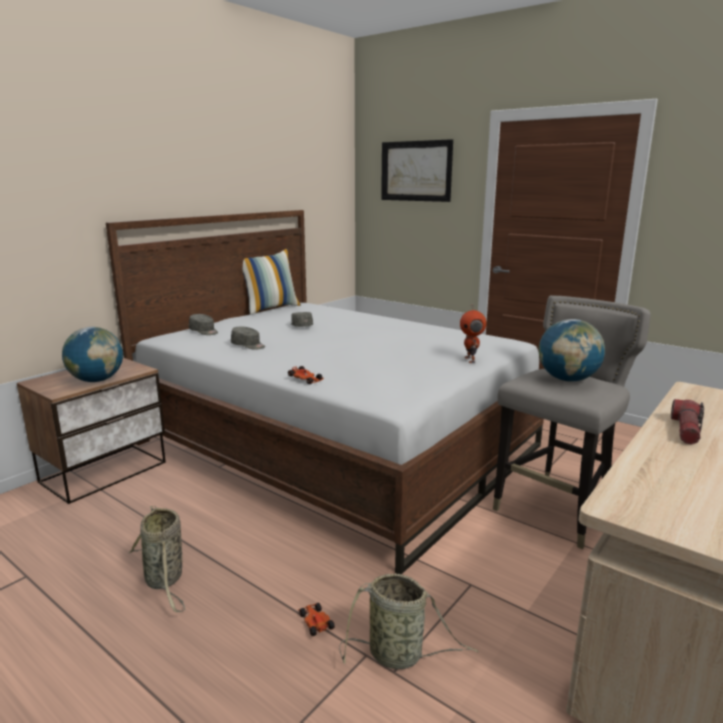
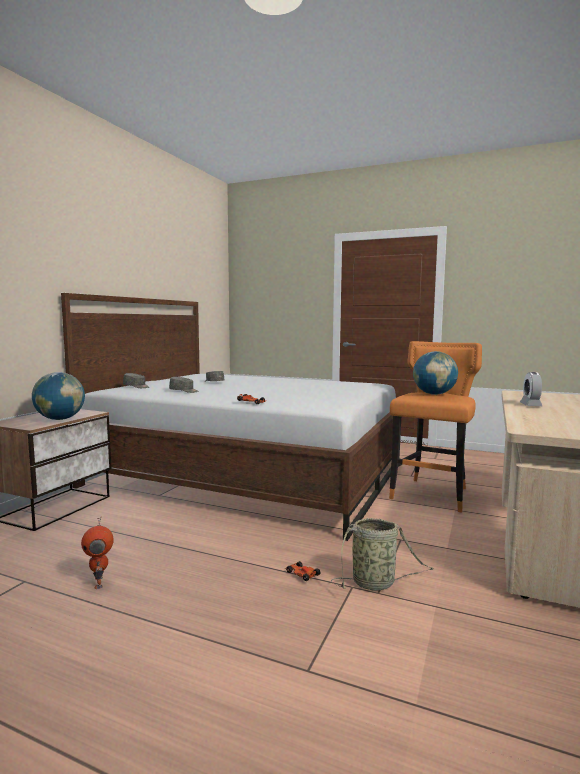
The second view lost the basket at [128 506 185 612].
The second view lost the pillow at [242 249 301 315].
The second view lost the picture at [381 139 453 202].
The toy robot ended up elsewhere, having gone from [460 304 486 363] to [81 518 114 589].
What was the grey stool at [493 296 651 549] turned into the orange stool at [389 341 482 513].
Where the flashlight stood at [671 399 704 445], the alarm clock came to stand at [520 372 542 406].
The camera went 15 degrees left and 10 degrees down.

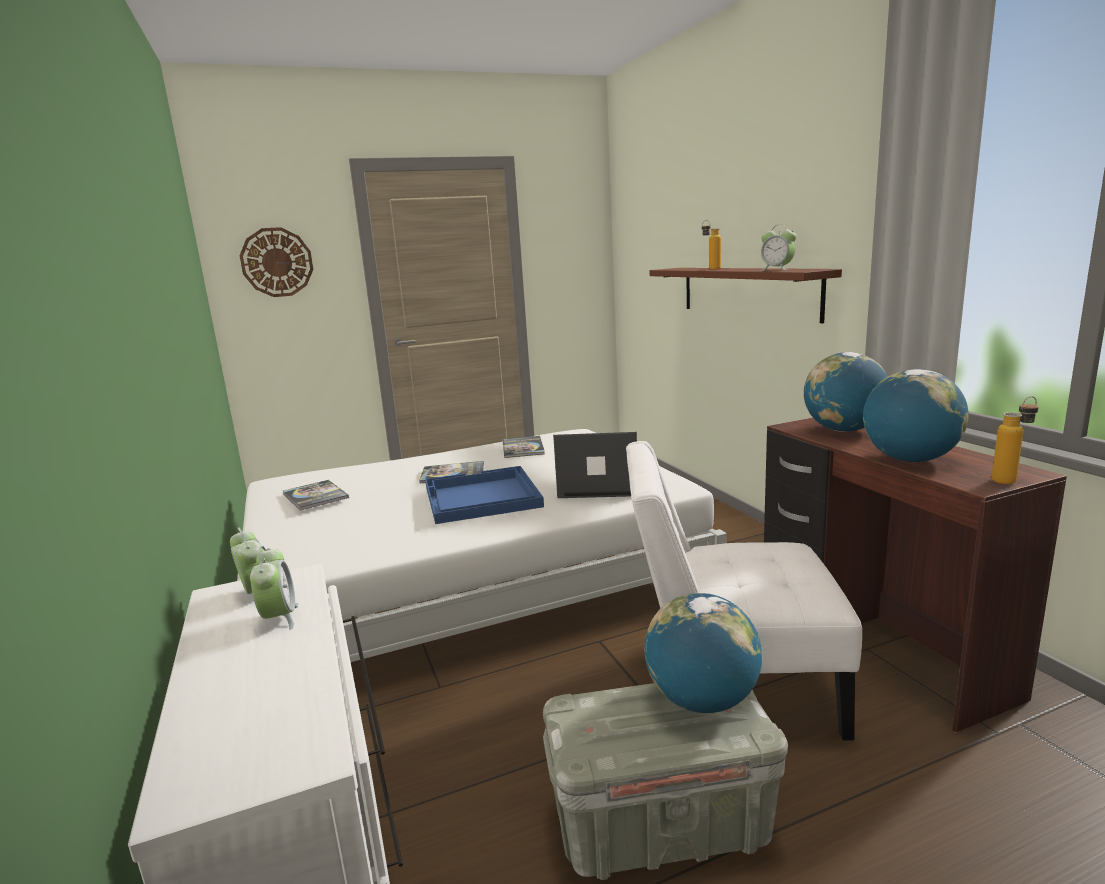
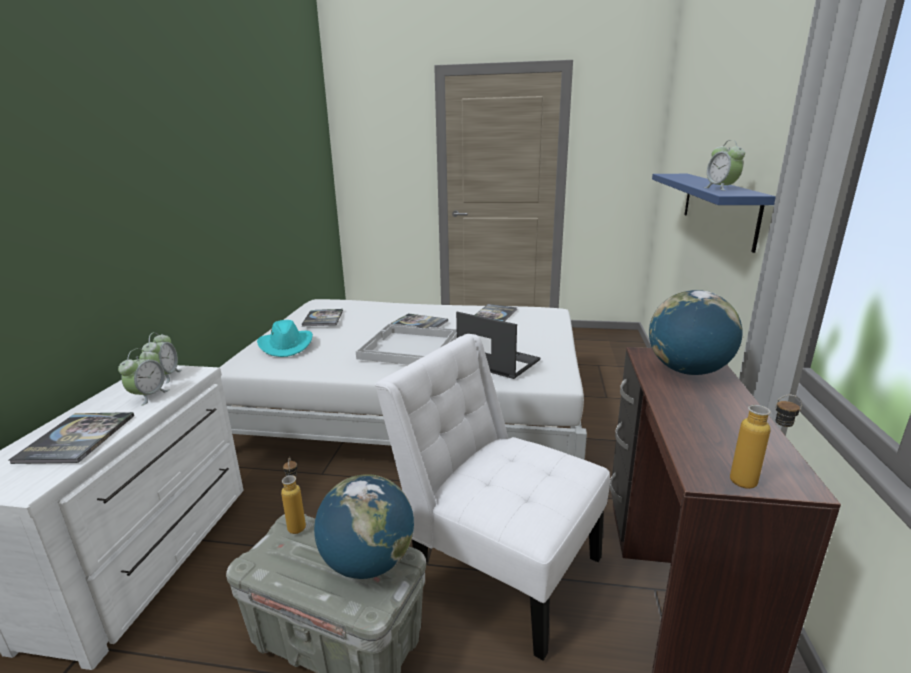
The second view lost the wall clock at [239 227 313 297].
What was the blue tray at [425 466 544 524] turned into the white tray at [356 324 457 365].
What was the brown shelf at [649 268 842 323] turned into the blue shelf at [652 174 776 253].
The bottle ended up elsewhere, having gone from [702 220 721 270] to [281 457 306 534].
The second view lost the globe at [863 369 969 462].
The second view gained the book at [9 412 134 464].
The second view gained the turquoise hat at [257 320 313 357].
The camera went 30 degrees right and 5 degrees up.

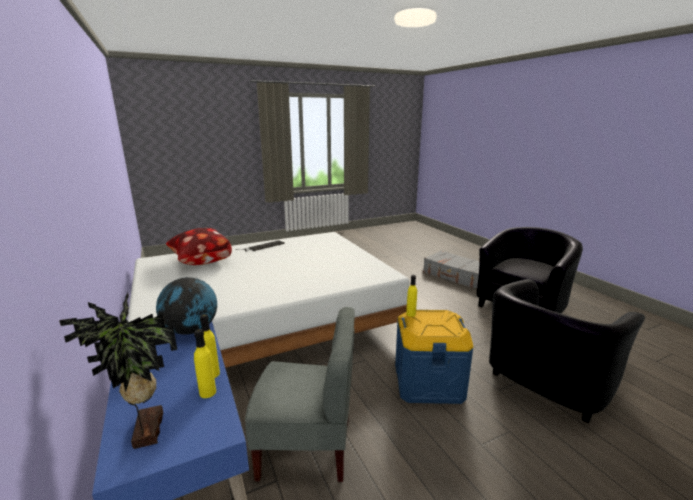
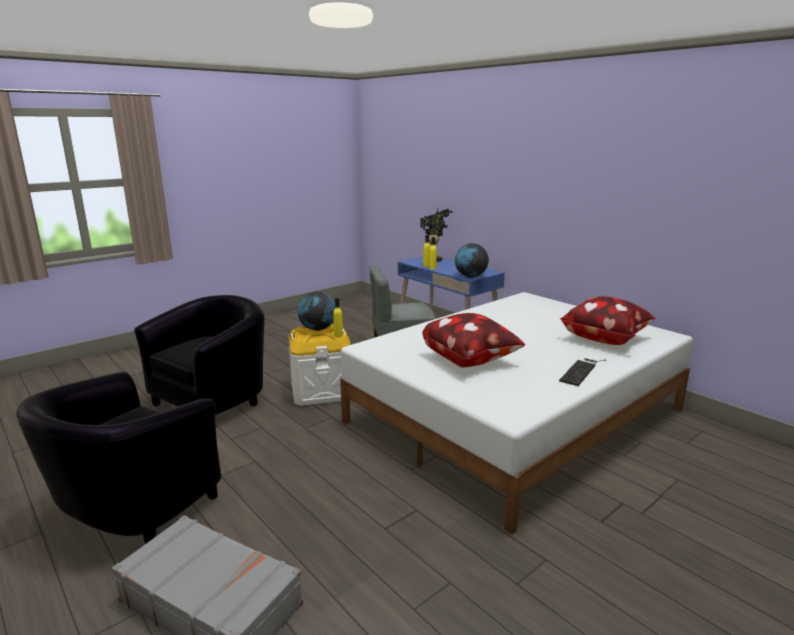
What was the blue storage box at [395 310 474 404] turned into the white storage box at [288 324 351 406].
The second view gained the globe at [297 292 335 331].
The second view gained the pillow at [422 313 525 367].
The camera went 165 degrees right and 0 degrees up.

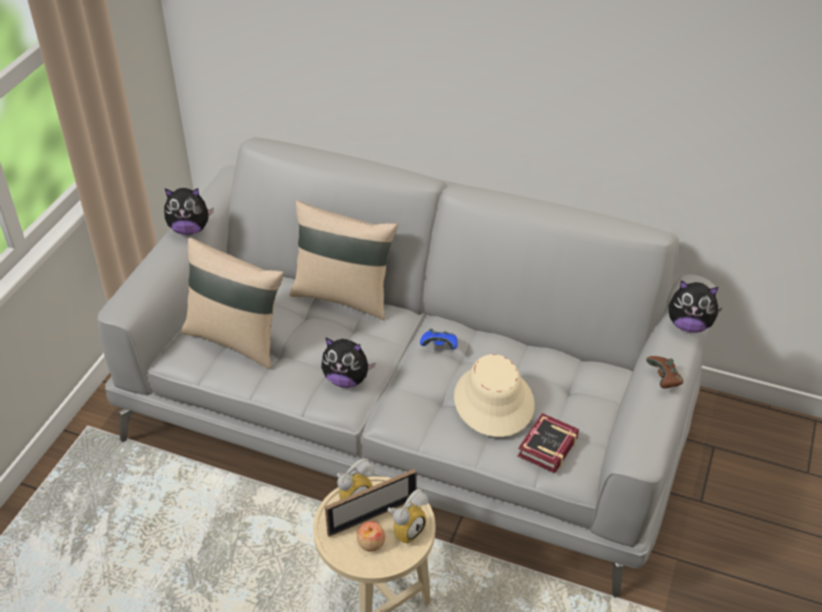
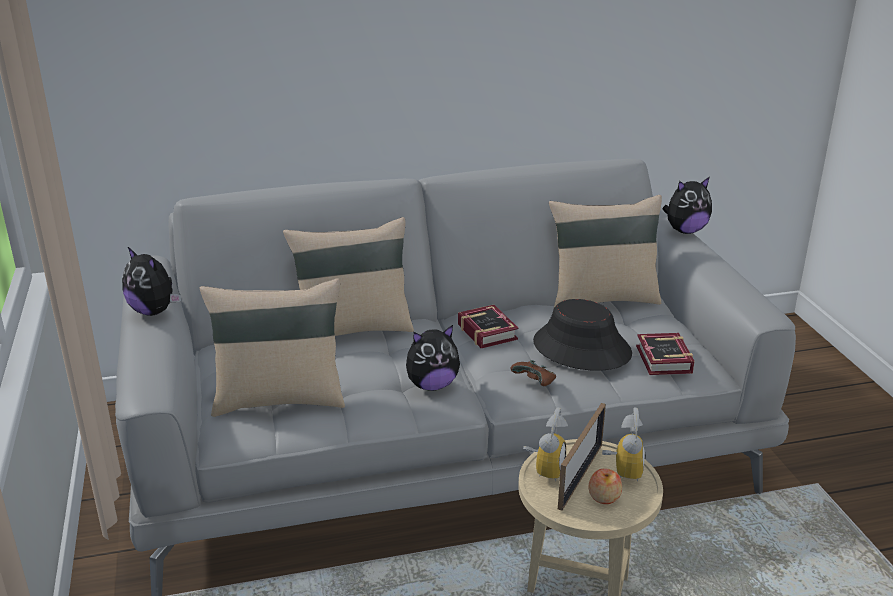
The plush toy at [164 188 214 235] ended up facing another way, 75 degrees clockwise from before.
Where the blue game controller stood at [420 329 458 350], the book came to stand at [458 305 518 348].
What was the beige hat at [454 354 535 437] turned into the black hat at [533 299 632 371].
The brown game controller ended up elsewhere, having gone from [646 356 683 388] to [511 360 556 386].
The second view gained the beige pillow at [549 195 662 310].
The camera went 35 degrees left and 15 degrees down.

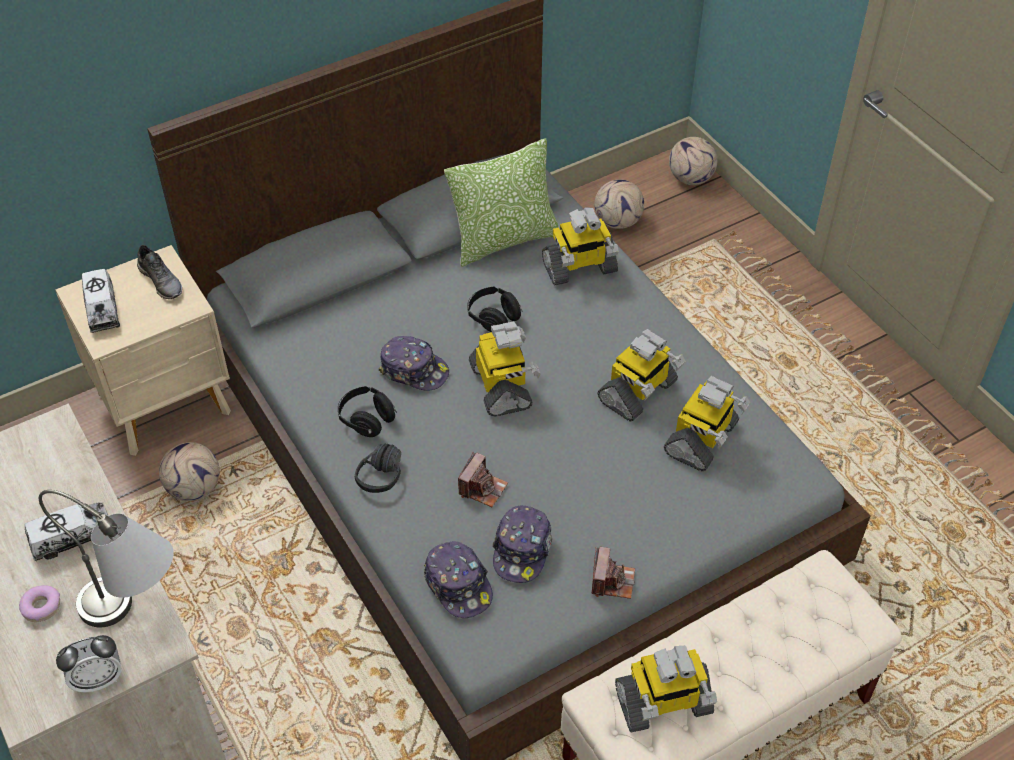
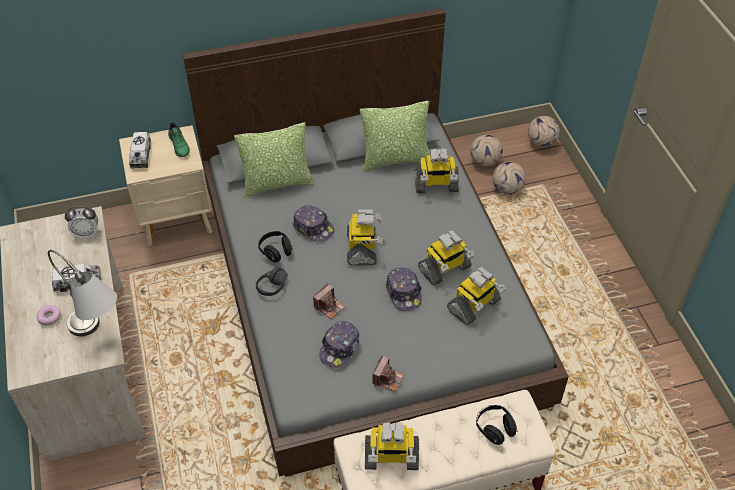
The alarm clock ended up elsewhere, having gone from [56 635 122 693] to [65 206 98 238].
What was the grey shoe at [137 245 182 299] turned into the green shoe at [168 122 190 157].
The football ended up elsewhere, having gone from [159 442 220 501] to [492 162 526 195].
The cap ended up elsewhere, having gone from [424 541 493 618] to [386 268 422 311].
The black headphones ended up elsewhere, having gone from [467 287 523 332] to [476 405 518 445].
The second view gained the pillow at [234 122 314 197].
The camera went 15 degrees right and 0 degrees up.

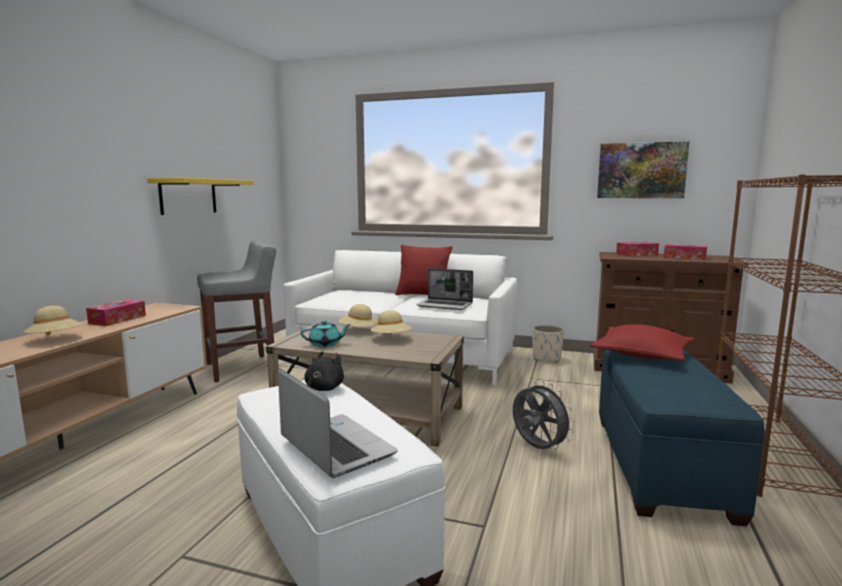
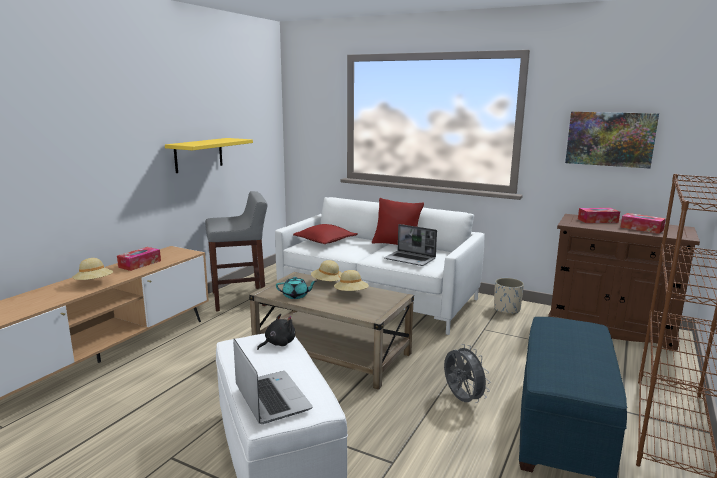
The red pillow ended up elsewhere, having gone from [590 324 694 361] to [293 224 358 244].
The camera went 10 degrees right and 5 degrees up.

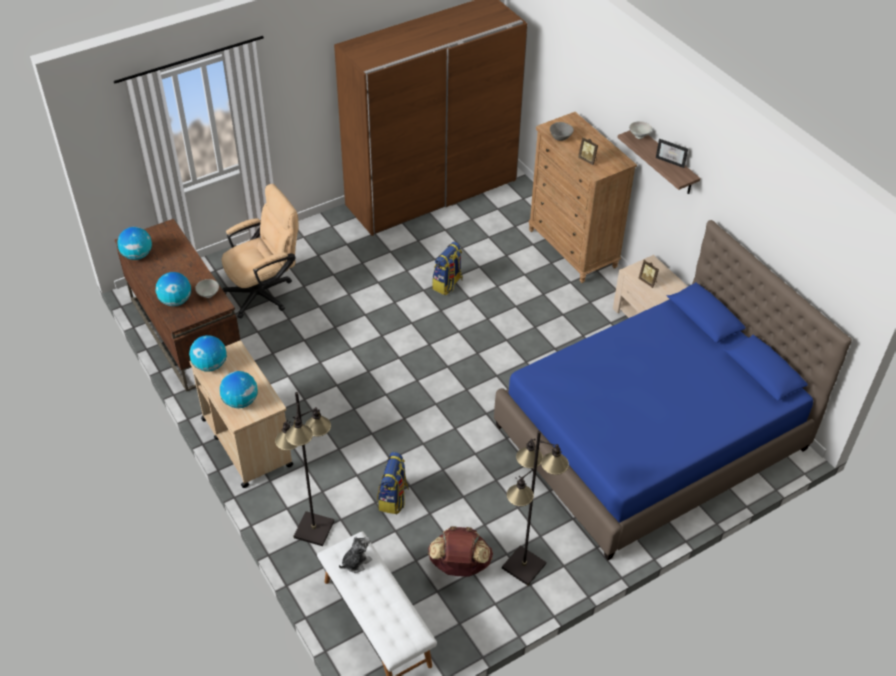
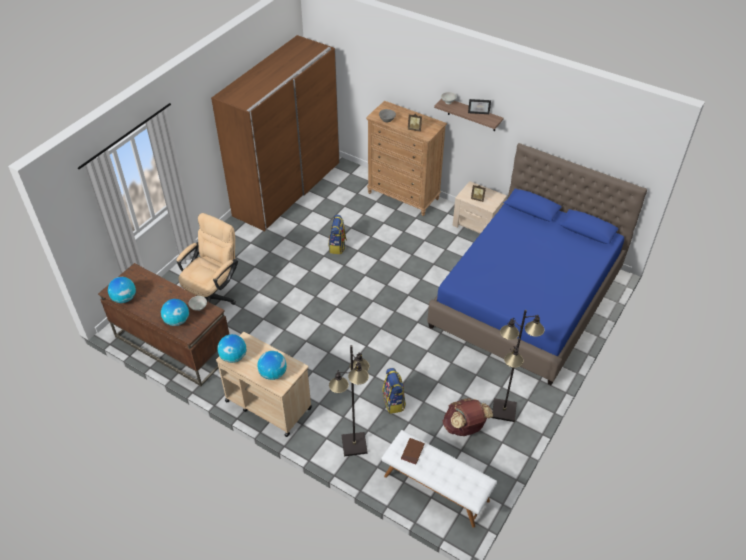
Where the plush toy stood at [339 536 372 573], the brown book came to stand at [401 438 425 465].
The camera went 25 degrees left and 0 degrees up.

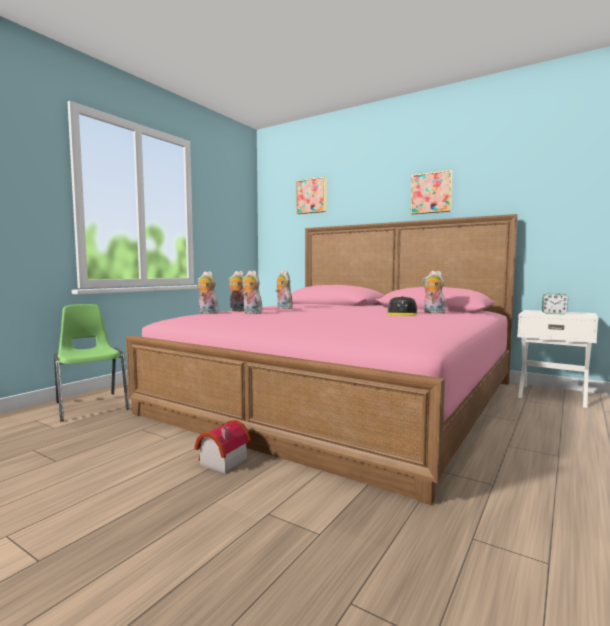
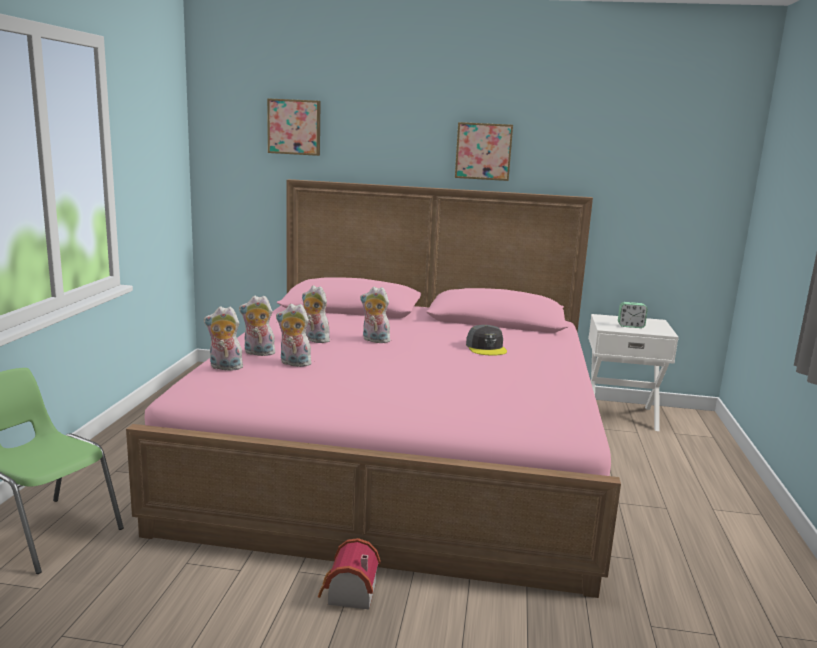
The plush toy ended up elsewhere, having gone from [422 270 446 314] to [360 287 390 343].
The camera went 25 degrees left and 10 degrees up.

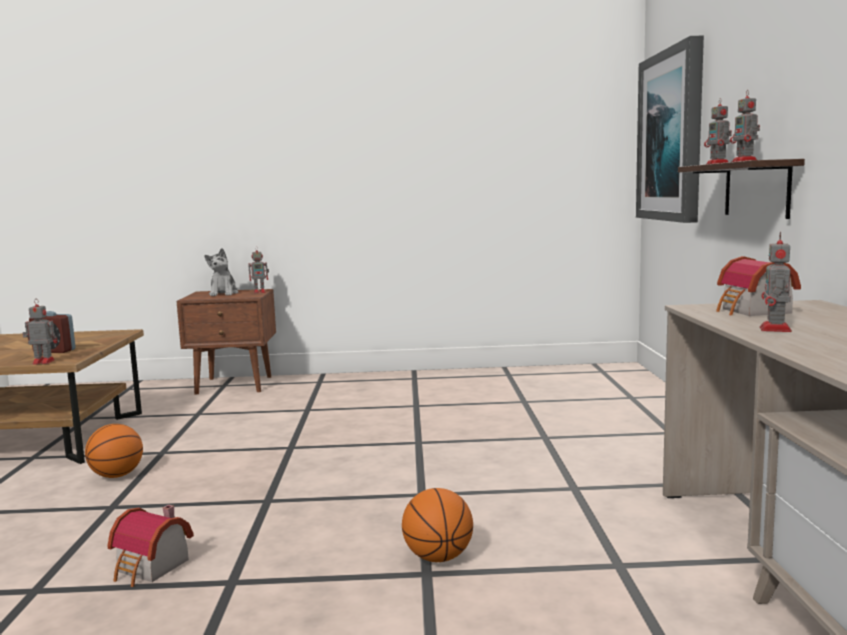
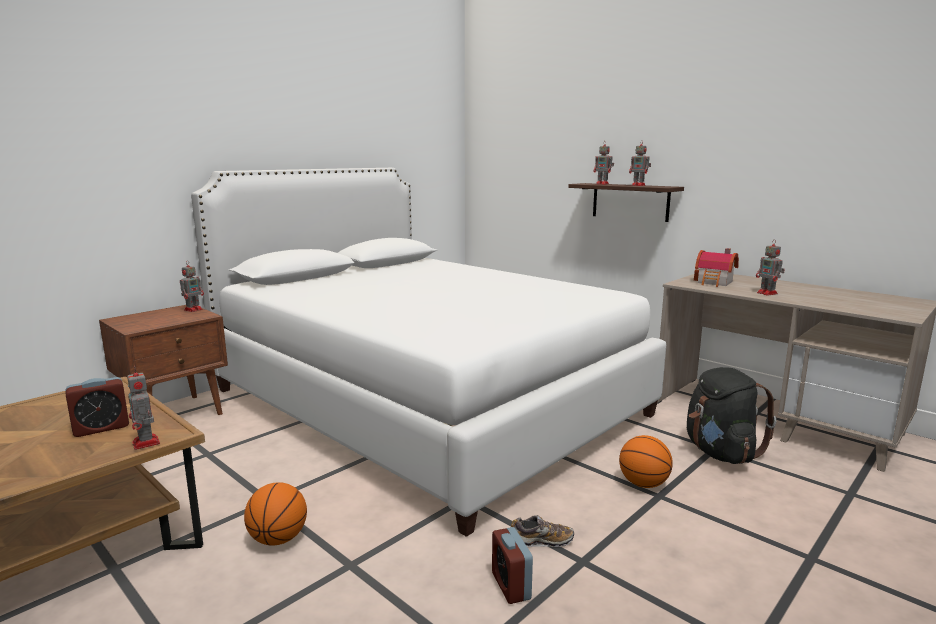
The toy robot at [22 300 57 365] ended up facing another way, 75 degrees counterclockwise from before.
Where the toy house stood at [107 505 194 587], the alarm clock came to stand at [492 527 533 604].
The second view lost the plush toy at [204 248 238 296].
The second view lost the picture at [636 35 704 223].
The second view gained the white bed at [191 168 666 537].
The second view gained the shoe at [511 515 574 547].
The second view gained the black backpack at [687 367 776 464].
The camera went 45 degrees left and 5 degrees up.

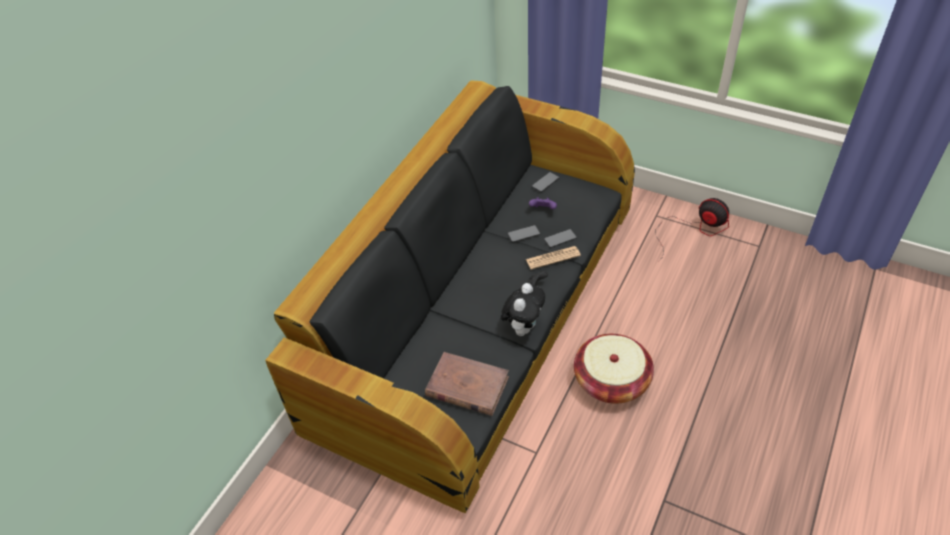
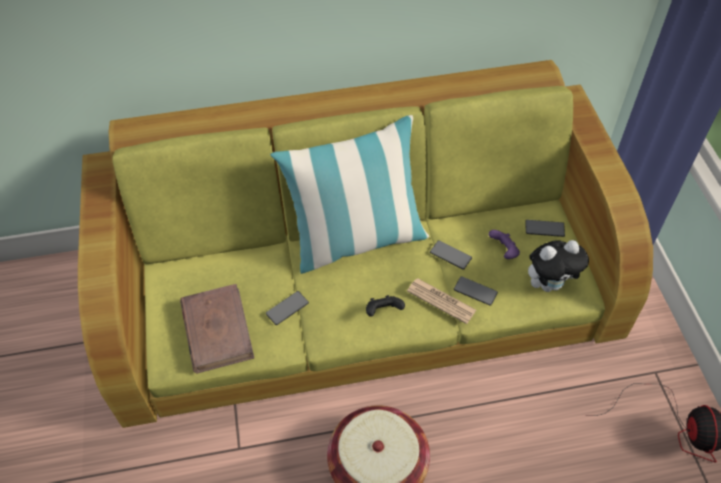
What was the black sofa at [265 81 635 514] turned into the green sofa at [78 60 653 428].
The plush toy ended up elsewhere, having gone from [501 283 545 336] to [528 240 589 292].
The second view gained the phone at [266 291 309 325].
The second view gained the pillow at [270 115 429 274].
The camera went 50 degrees right and 5 degrees up.

